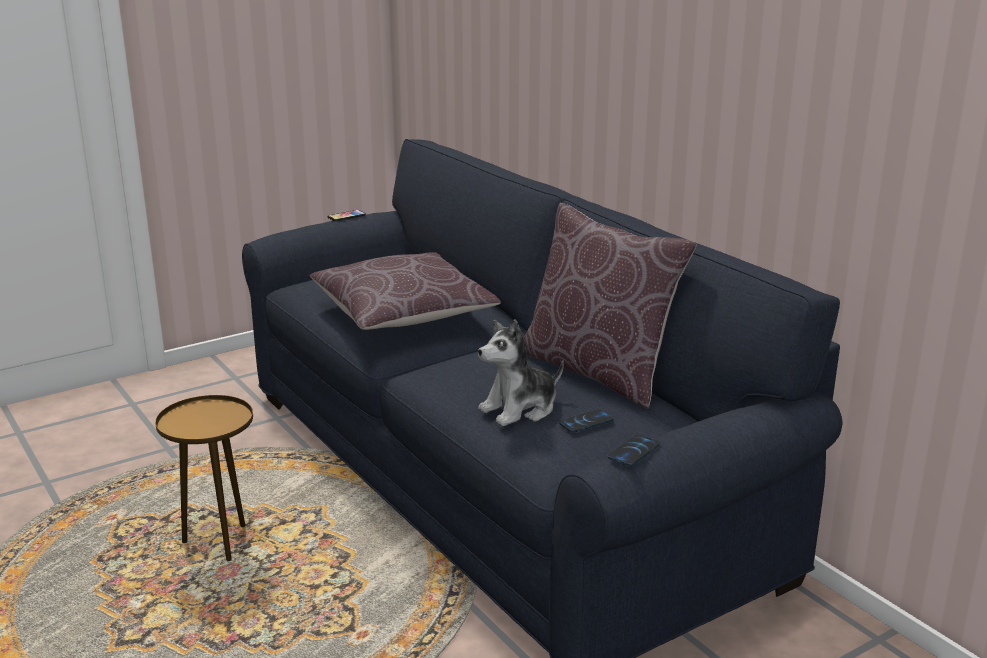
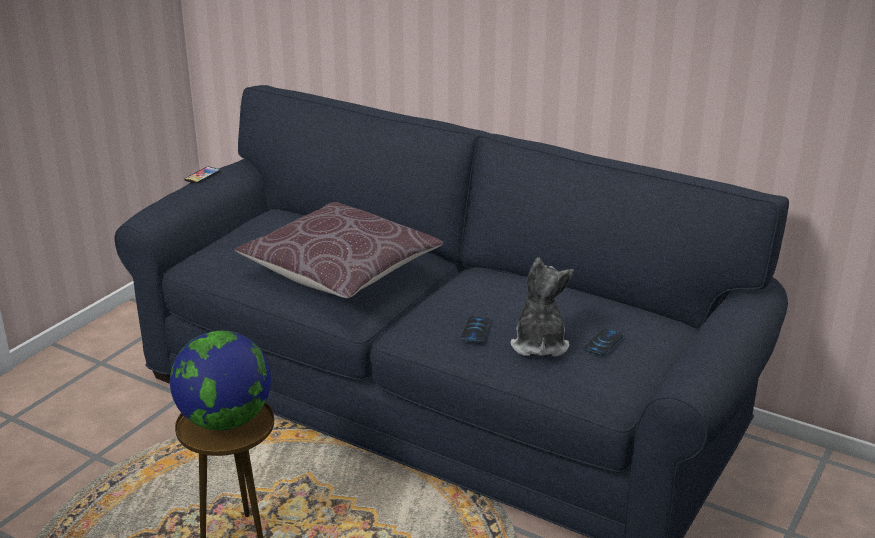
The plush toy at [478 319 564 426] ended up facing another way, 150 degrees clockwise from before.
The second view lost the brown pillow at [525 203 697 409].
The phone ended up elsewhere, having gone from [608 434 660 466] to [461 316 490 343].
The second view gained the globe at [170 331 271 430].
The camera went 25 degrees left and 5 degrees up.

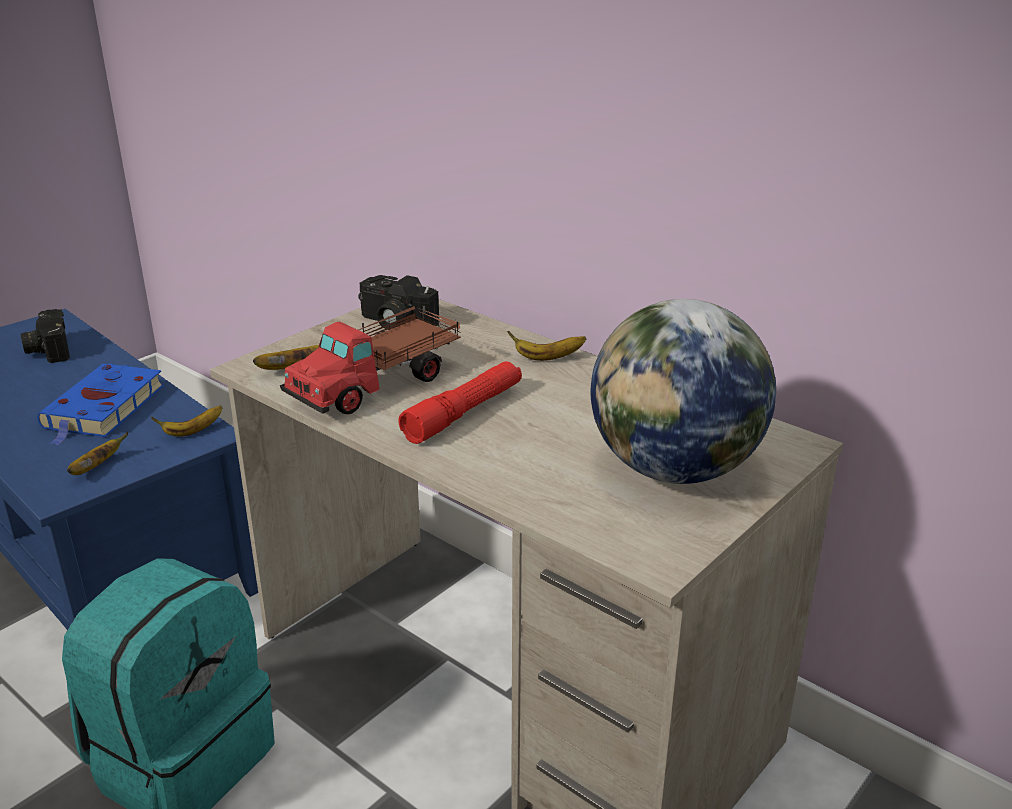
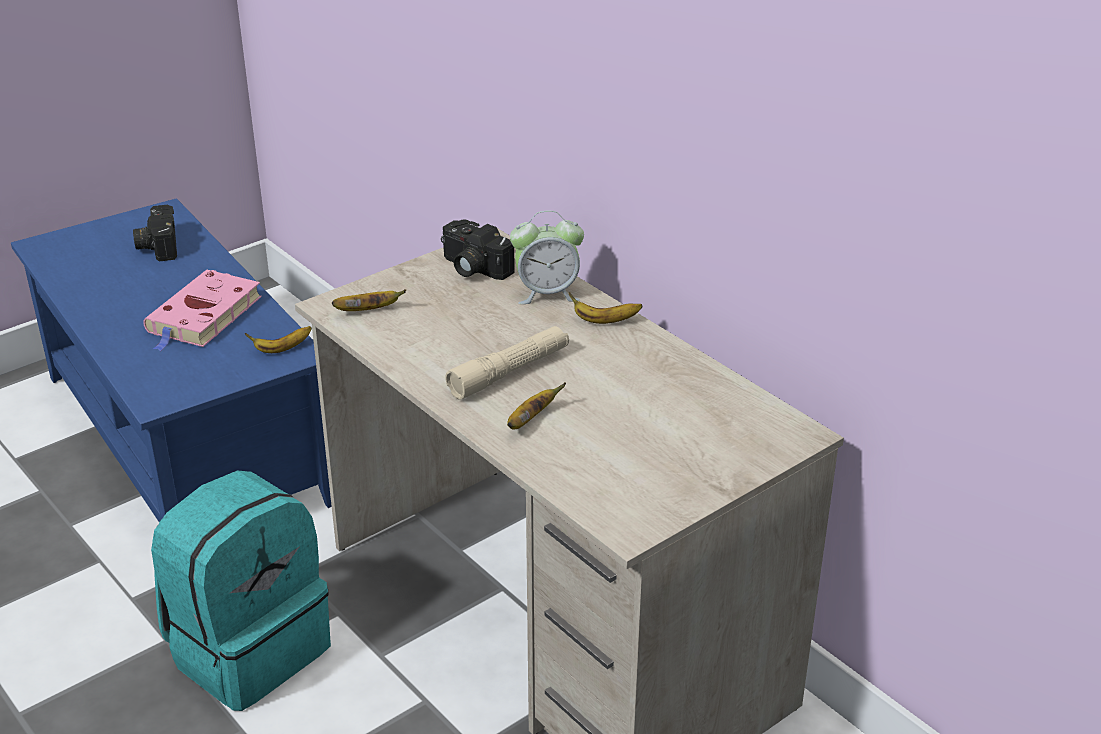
What was the blue book at [37 363 164 445] turned into the pink book at [143 270 262 351].
The banana ended up elsewhere, having gone from [67 432 128 475] to [507 382 566 430].
The second view lost the toy truck at [280 303 461 414].
What was the red flashlight at [399 361 522 444] turned into the beige flashlight at [445 326 569 400].
The second view lost the globe at [591 299 776 484].
The second view gained the alarm clock at [510 211 584 304].
The camera went 10 degrees right and 5 degrees up.

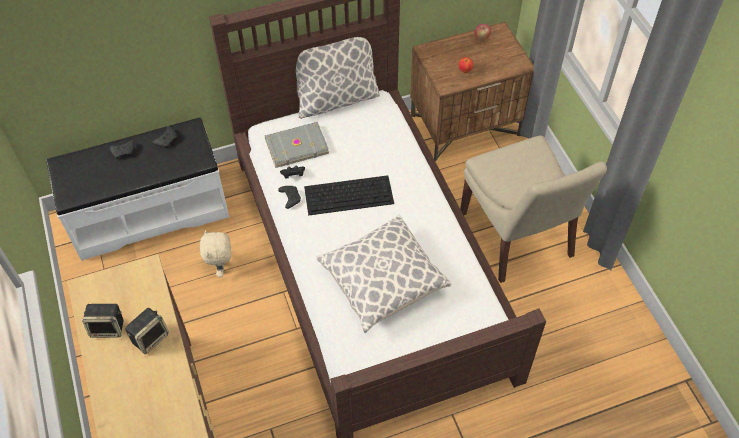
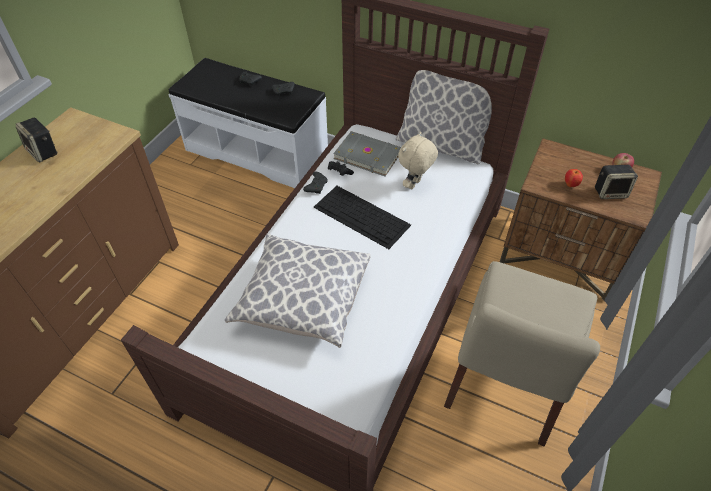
The speaker ended up elsewhere, having gone from [125 308 169 354] to [595 165 638 199].
The beige plush toy ended up elsewhere, having gone from [200 230 231 277] to [398 132 438 189].
The camera went 45 degrees right and 5 degrees down.

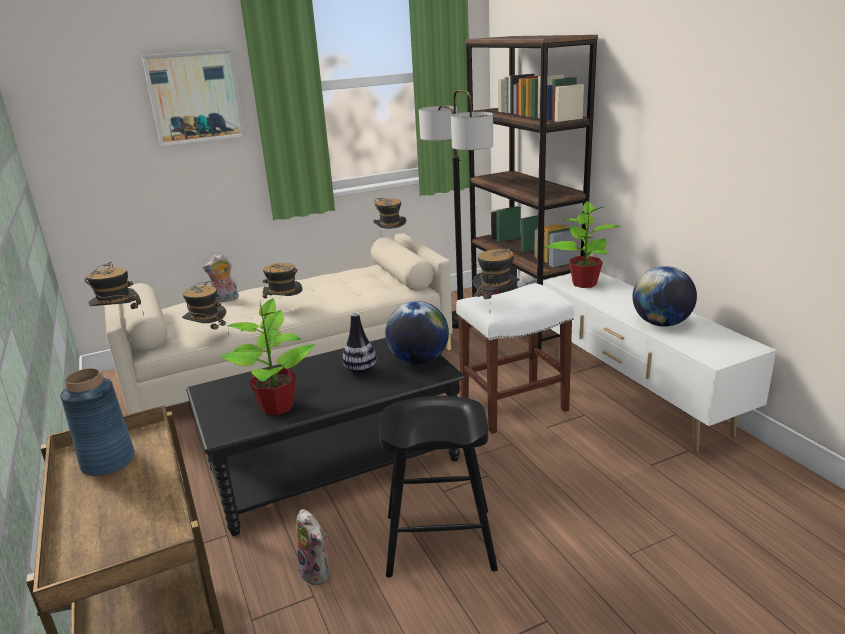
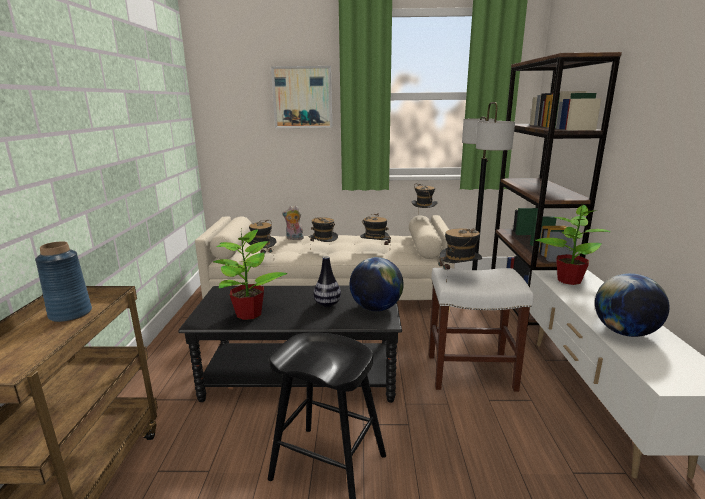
The hat ended up elsewhere, having gone from [84 262 144 315] to [360 213 391 245].
The second view lost the plush toy at [296 509 328 586].
The camera went 25 degrees right and 5 degrees down.

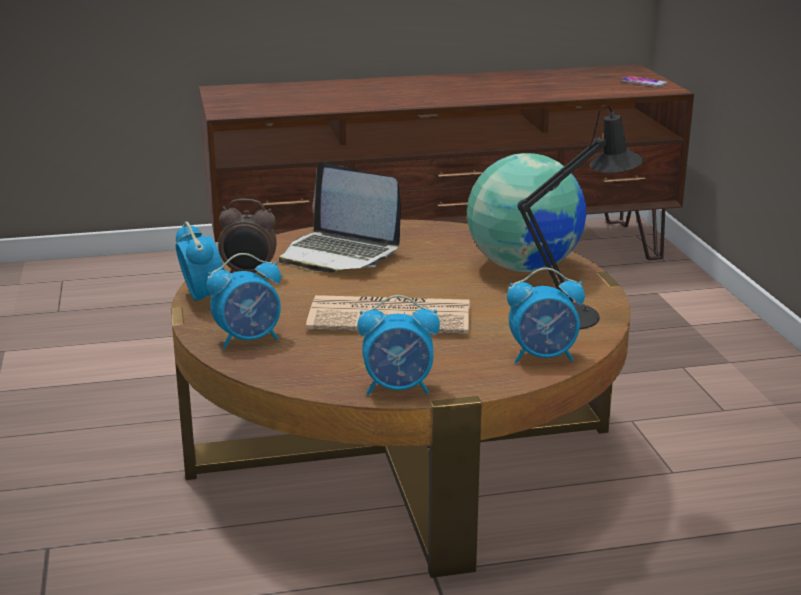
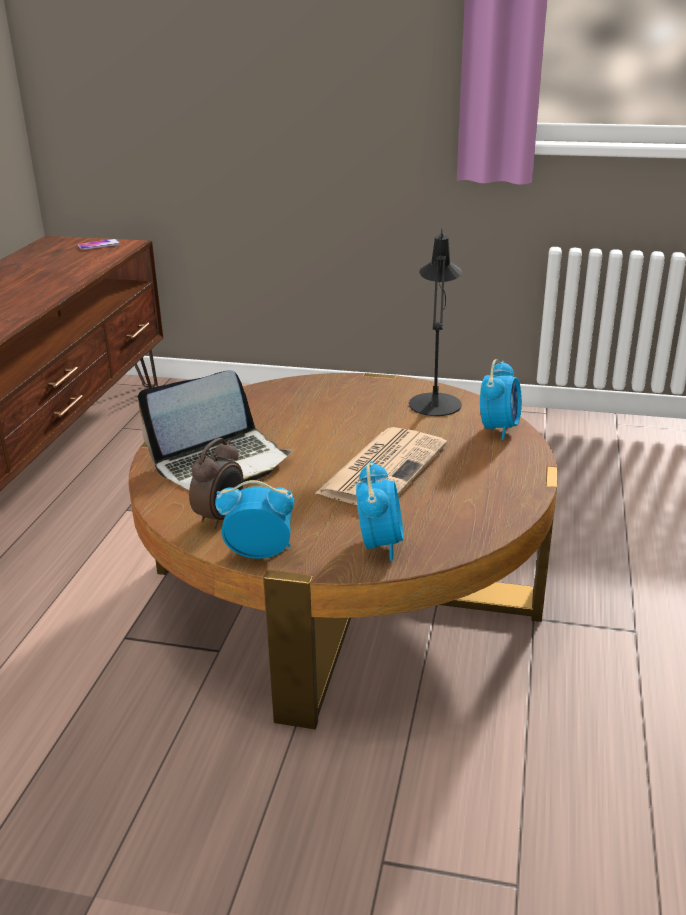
The second view lost the alarm clock at [357 295 440 395].
The second view lost the globe at [467 153 586 272].
The camera went 65 degrees left and 5 degrees up.

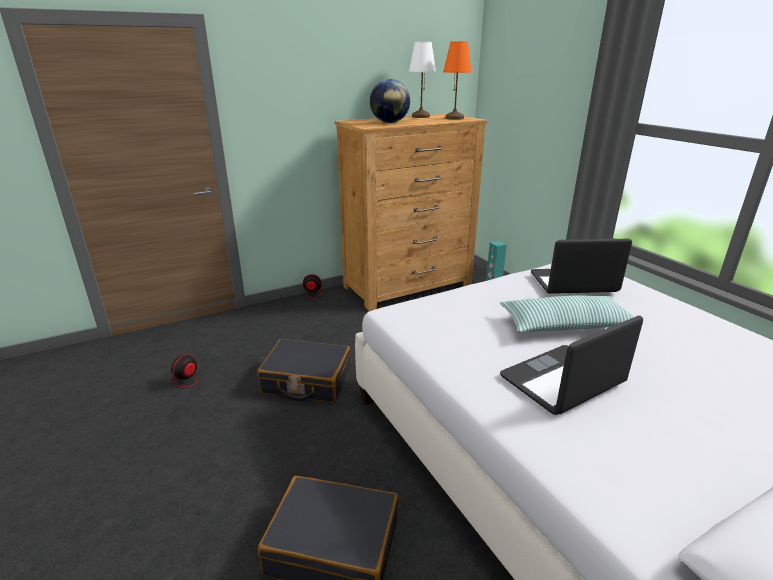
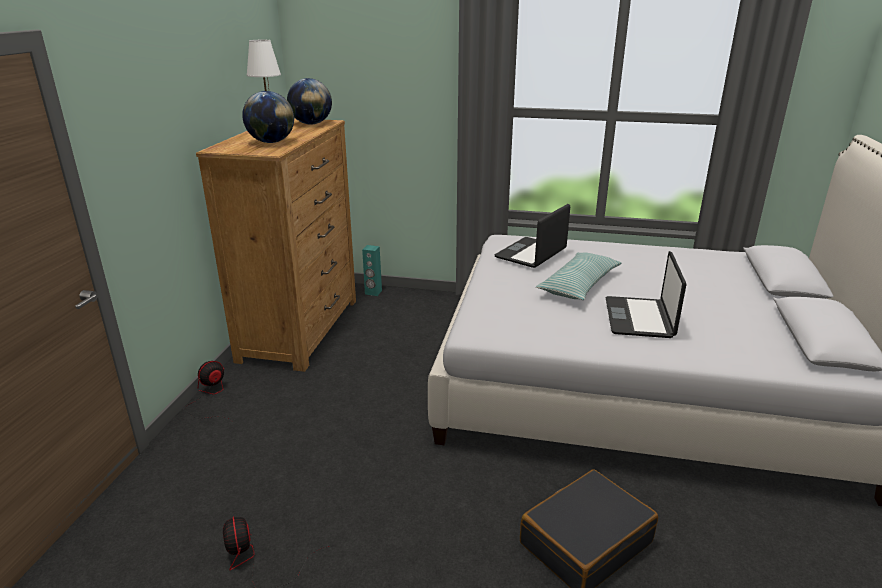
The second view lost the black suitcase at [257 339 351 403].
Where the orange table lamp stood at [443 41 472 120], the globe came to stand at [287 78 332 124].
The camera went 50 degrees left and 0 degrees up.

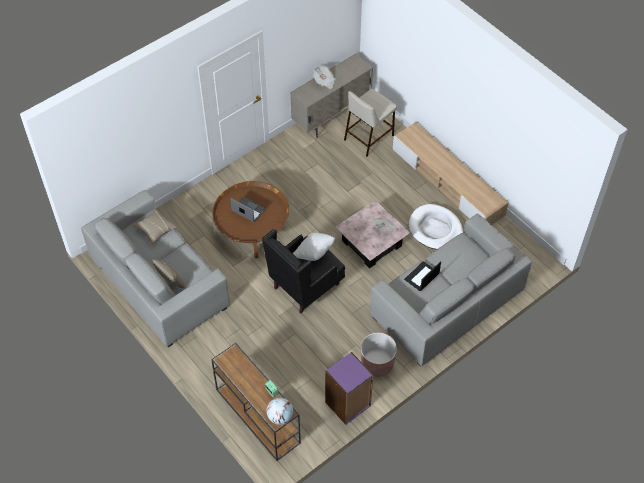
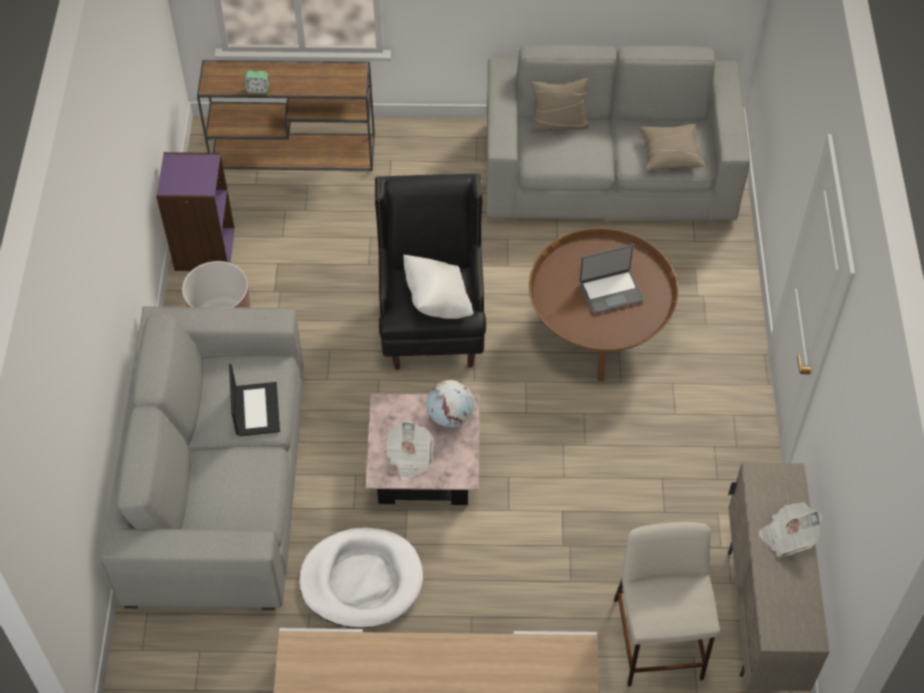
The globe ended up elsewhere, having gone from [267 398 293 425] to [427 380 474 427].
The camera went 130 degrees right and 0 degrees up.

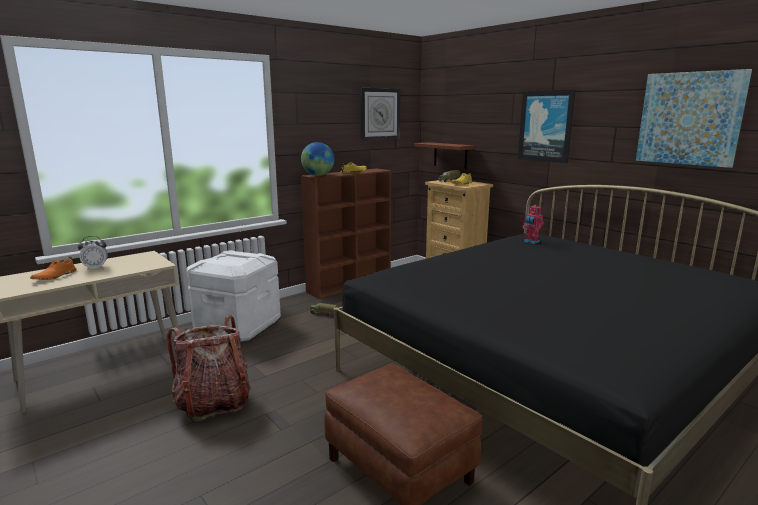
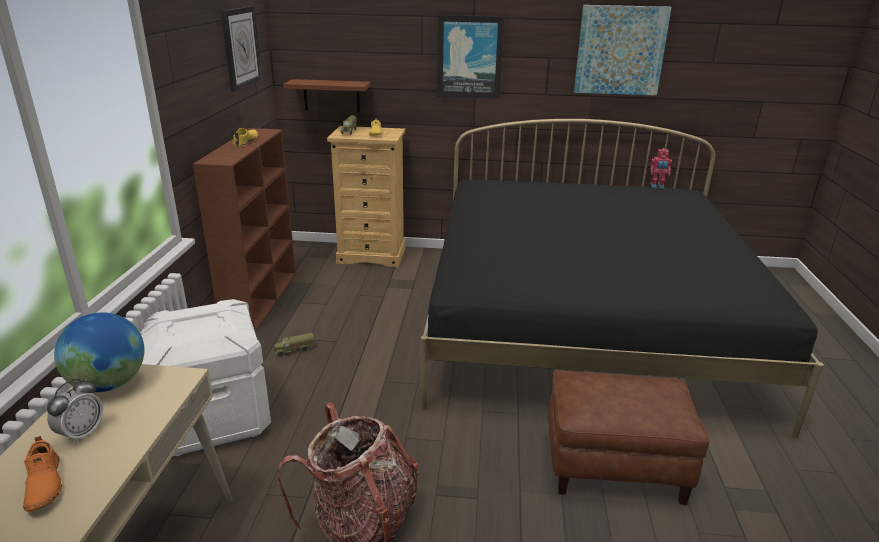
The globe ended up elsewhere, having gone from [301 142 334 176] to [54 312 144 392].
The toy robot ended up elsewhere, having gone from [522 205 544 244] to [650 148 672 188].
The camera went 45 degrees left and 10 degrees up.

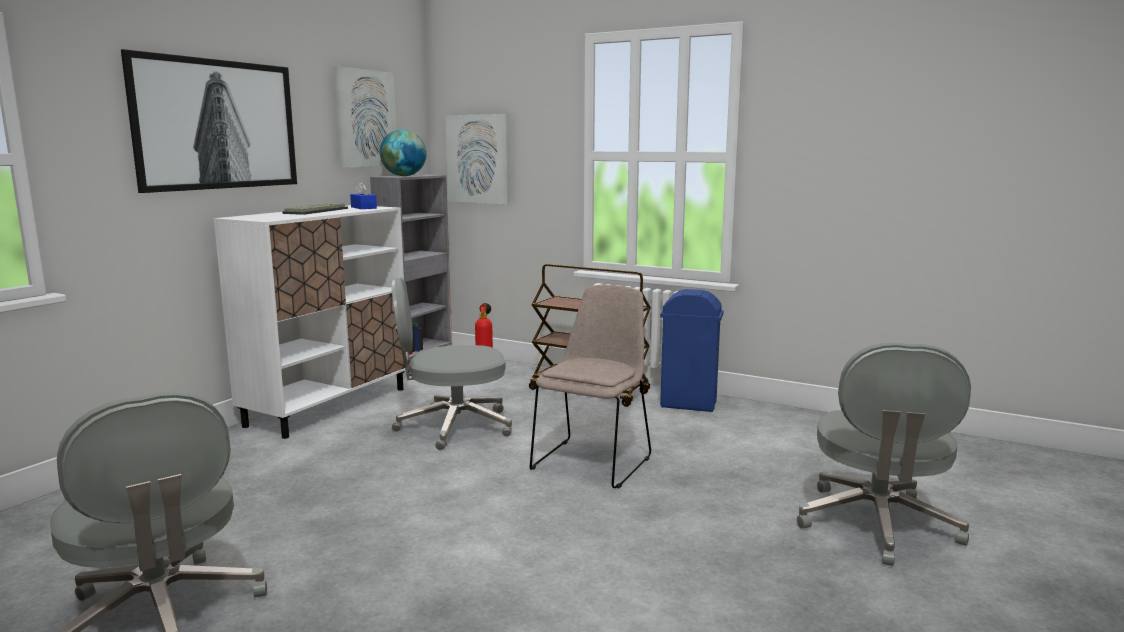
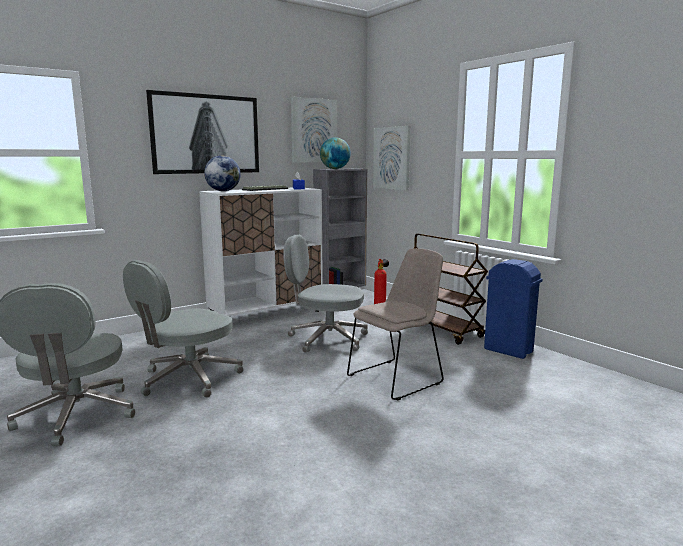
The grey office chair ended up elsewhere, having gone from [797 343 971 566] to [123 260 243 398].
The second view gained the globe at [204 155 241 191].
The camera went 25 degrees right and 0 degrees up.

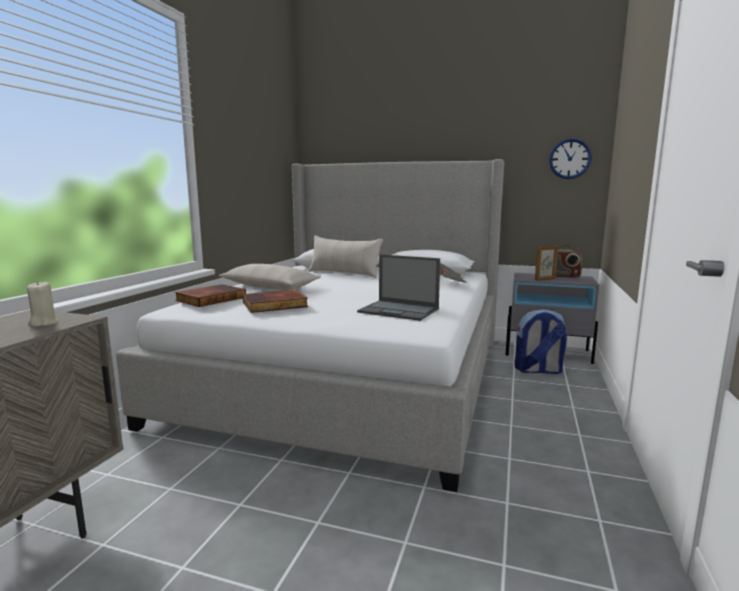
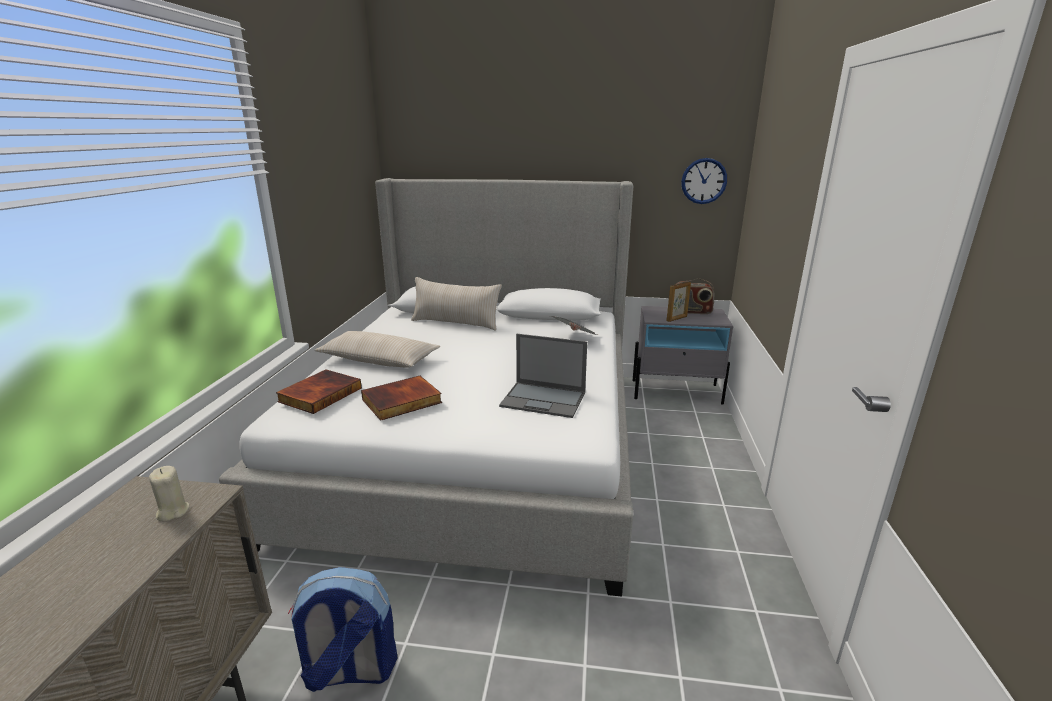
The backpack ended up elsewhere, having gone from [515 309 567 374] to [288 567 397 692].
The camera went 10 degrees left and 10 degrees up.

